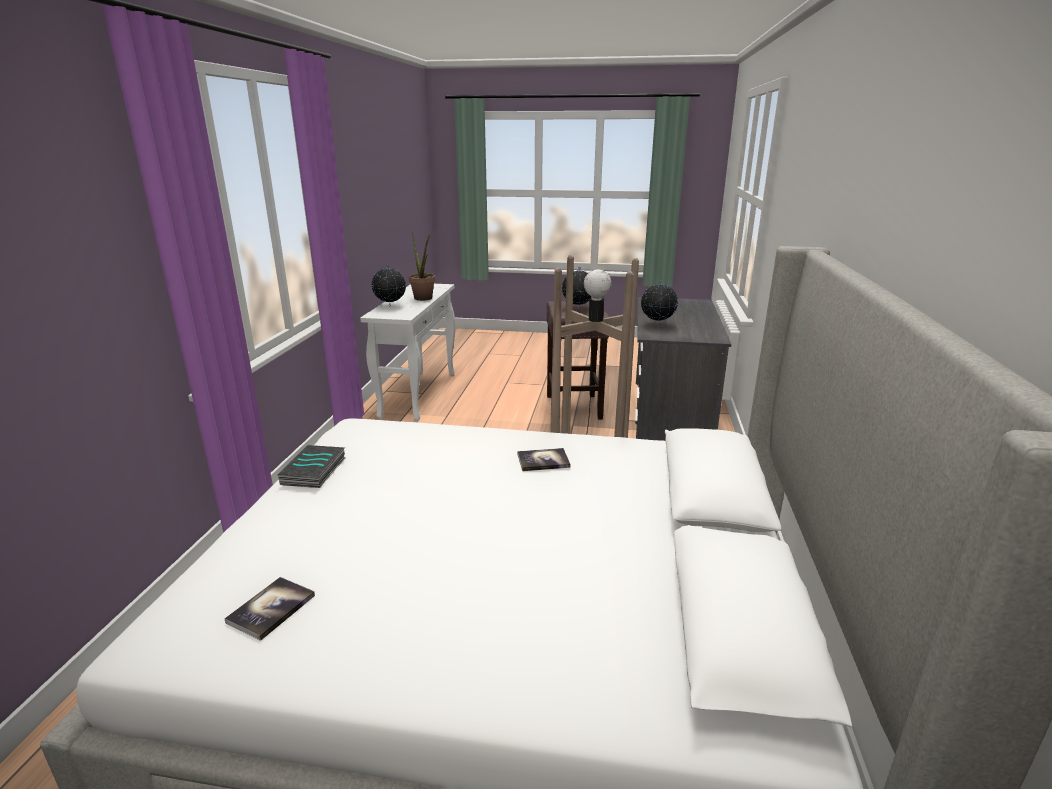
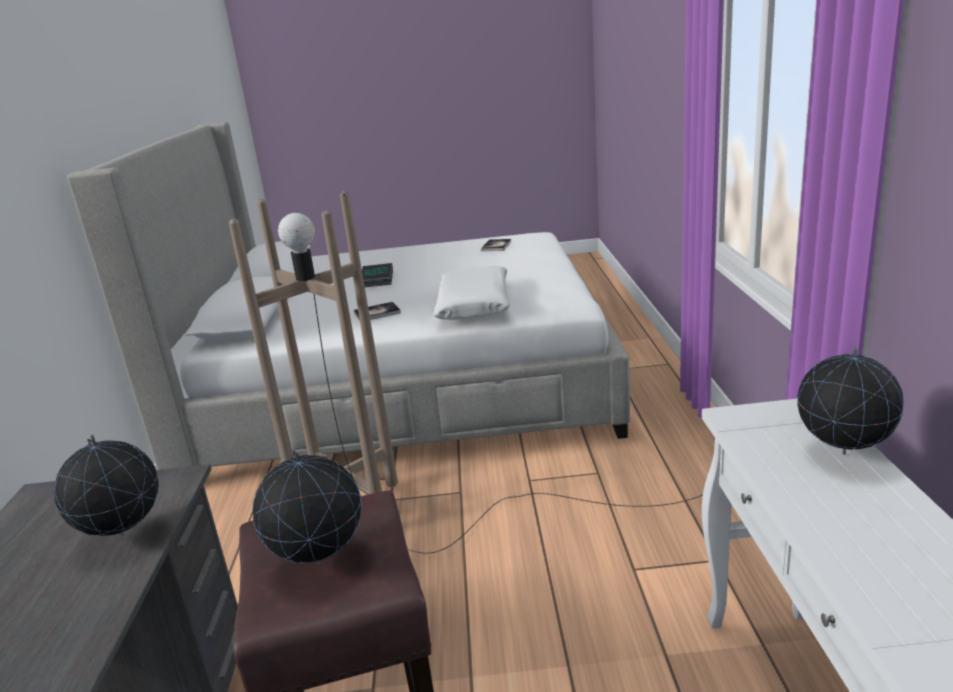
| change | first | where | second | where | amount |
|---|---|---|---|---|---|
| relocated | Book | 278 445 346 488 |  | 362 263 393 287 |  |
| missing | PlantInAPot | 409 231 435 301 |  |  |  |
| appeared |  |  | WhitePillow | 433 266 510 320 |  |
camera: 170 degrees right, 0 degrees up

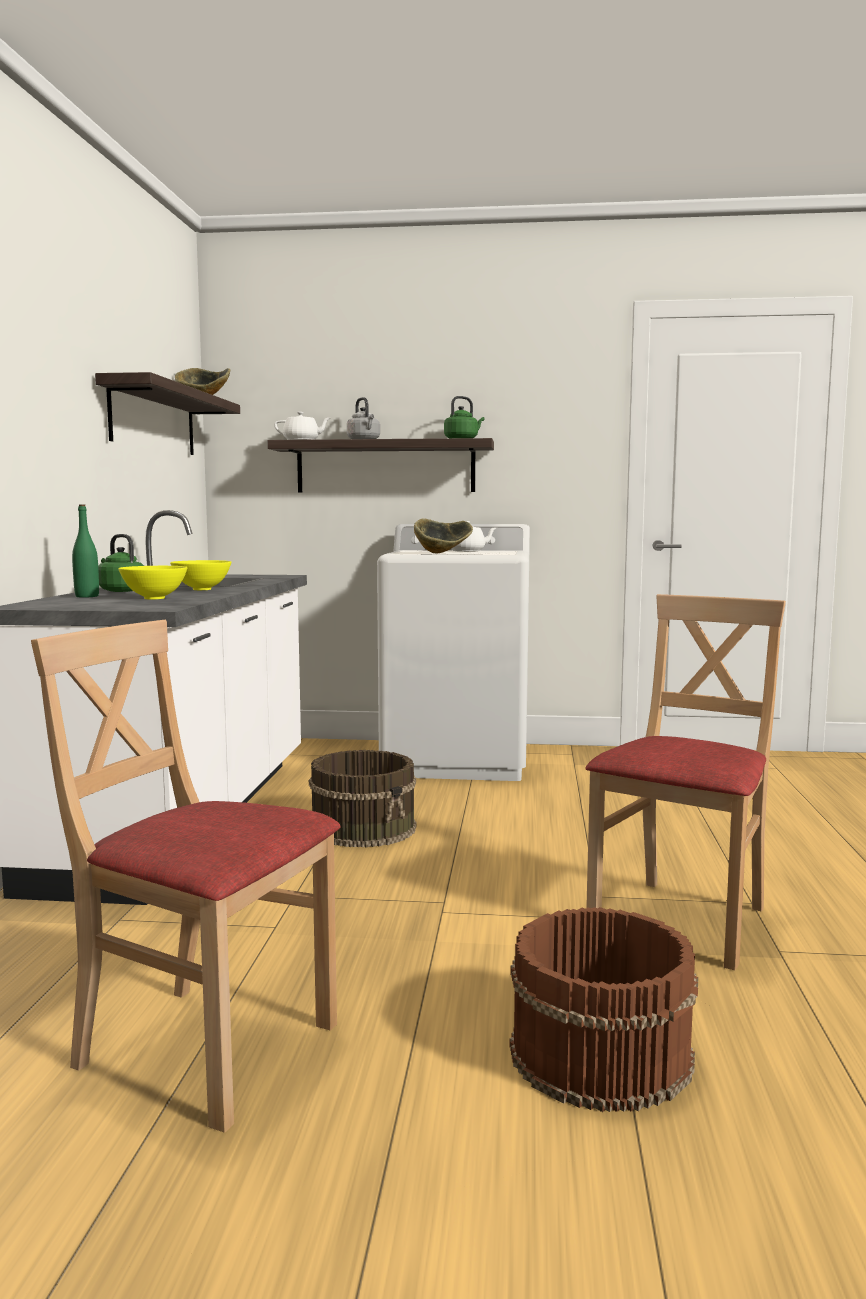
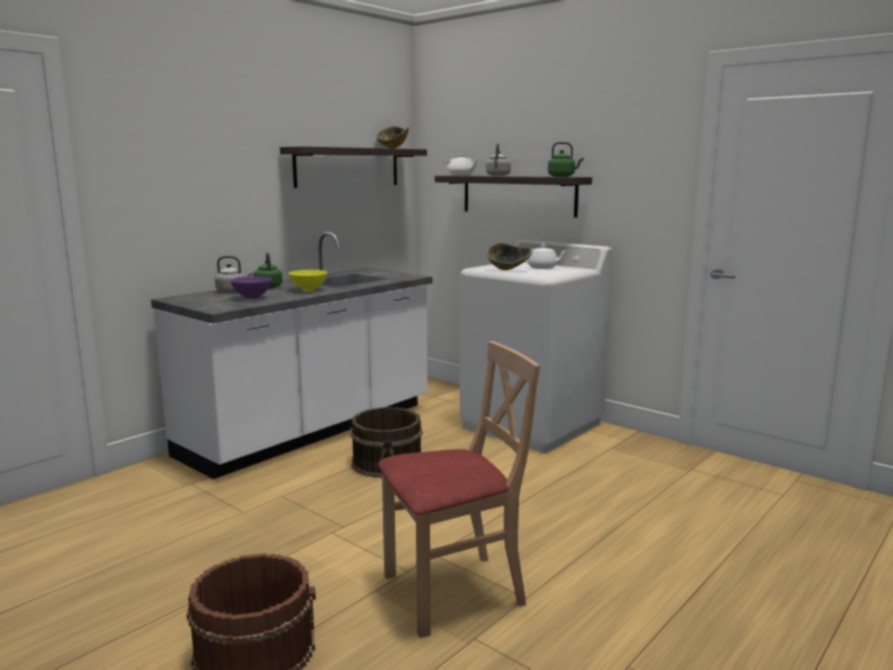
| change | first | where | second | where | amount |
|---|---|---|---|---|---|
| missing | BeigeColouredChair | 31 620 341 1133 |  |  |  |
| exchanged | GreenishBeverageBottle | 72 505 99 598 | GreyishKettle | 215 256 253 293 |  |
| colour | YellowBowl | 118 566 187 599 | PurpleColouredBowl | 230 276 272 299 |  |
camera: 35 degrees right, 5 degrees up

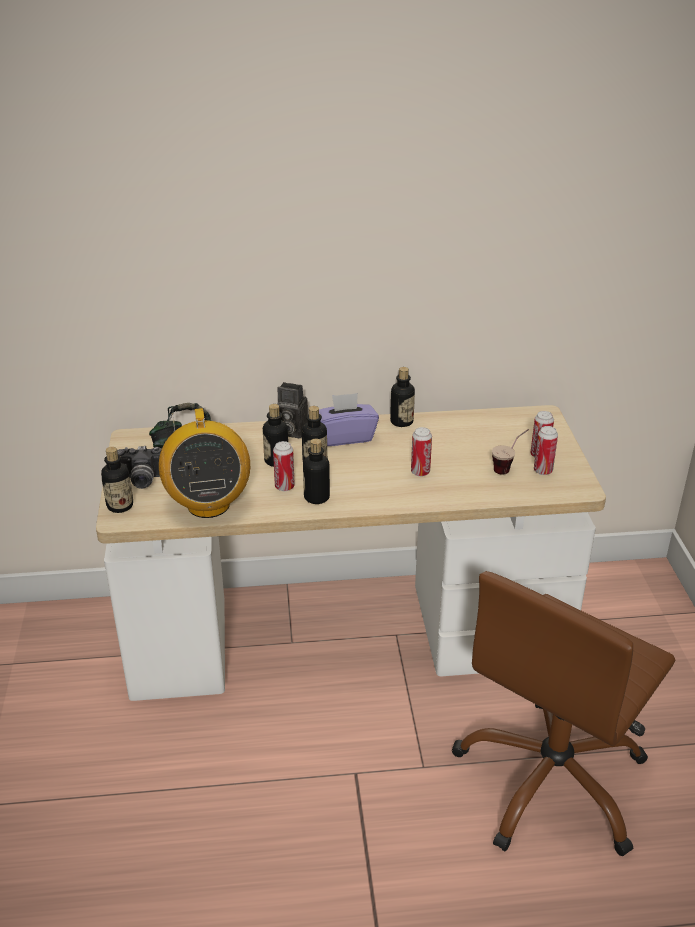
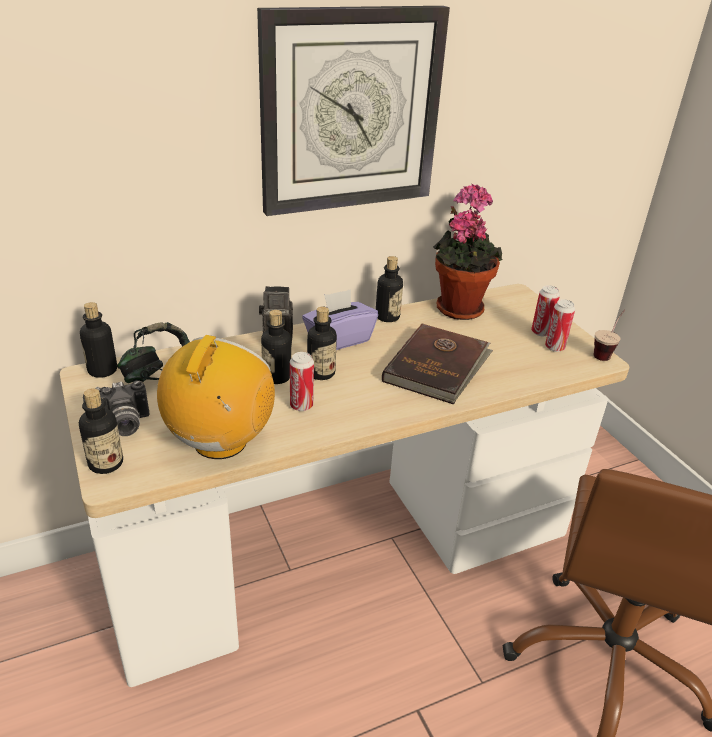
| change | first | where | second | where | amount |
|---|---|---|---|---|---|
| spun | RadioReceiver | 159 408 250 518 |  | 157 335 275 459 | 135 degrees counterclockwise |
| relocated | BeverageBottle | 303 439 330 504 |  | 80 302 117 378 |  |
| exchanged | Can | 411 427 432 477 | BrownishBook | 382 323 493 404 |  |
| relocated | Cup | 492 429 529 475 |  | 593 310 625 361 |  |
| appeared |  |  | ClockOnTheWall | 257 6 450 216 |  |
| appeared |  |  | PlantInAPot | 433 183 502 320 |  |
camera: 20 degrees left, 0 degrees up

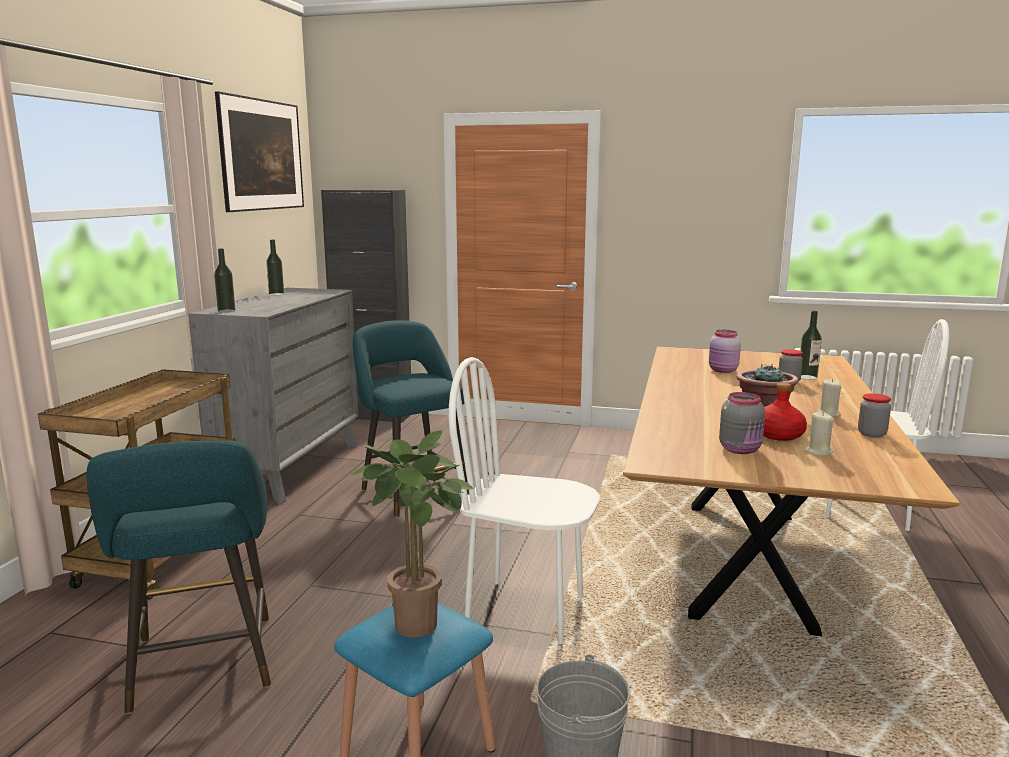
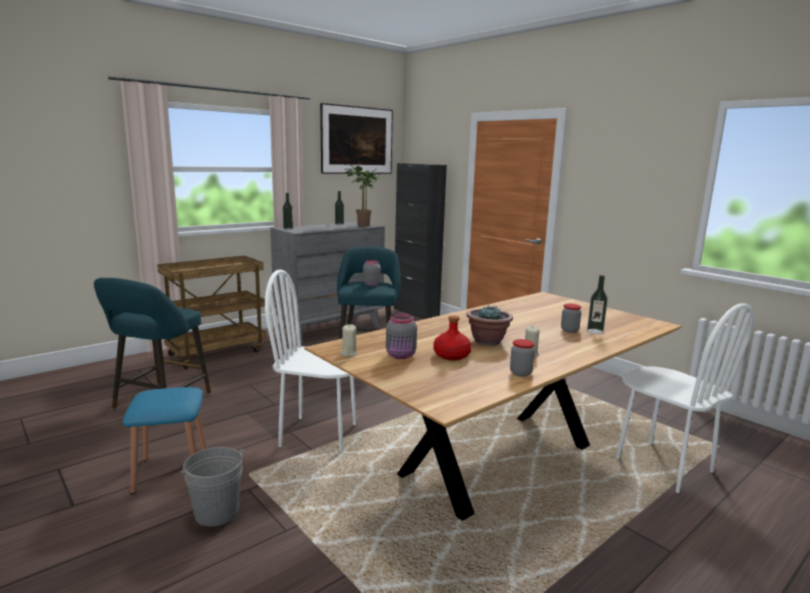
| change | first | where | second | where | amount |
|---|---|---|---|---|---|
| relocated | PlantInAPot | 350 431 474 638 |  | 344 163 379 227 |  |
| spun | WhiteChair | 449 357 600 644 |  | 265 270 356 452 | 45 degrees counterclockwise |
| missing | PinkishJar | 709 330 741 373 |  |  |  |
| relocated | BeigeColouredWaxCandle | 804 412 834 456 |  | 340 324 358 357 |  |
| appeared |  |  | GreyishJar | 363 260 381 286 |  |
camera: 35 degrees right, 0 degrees up

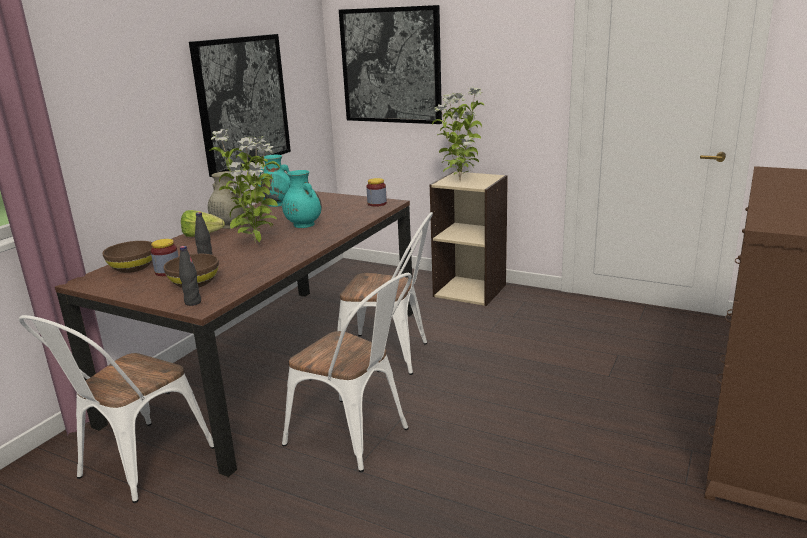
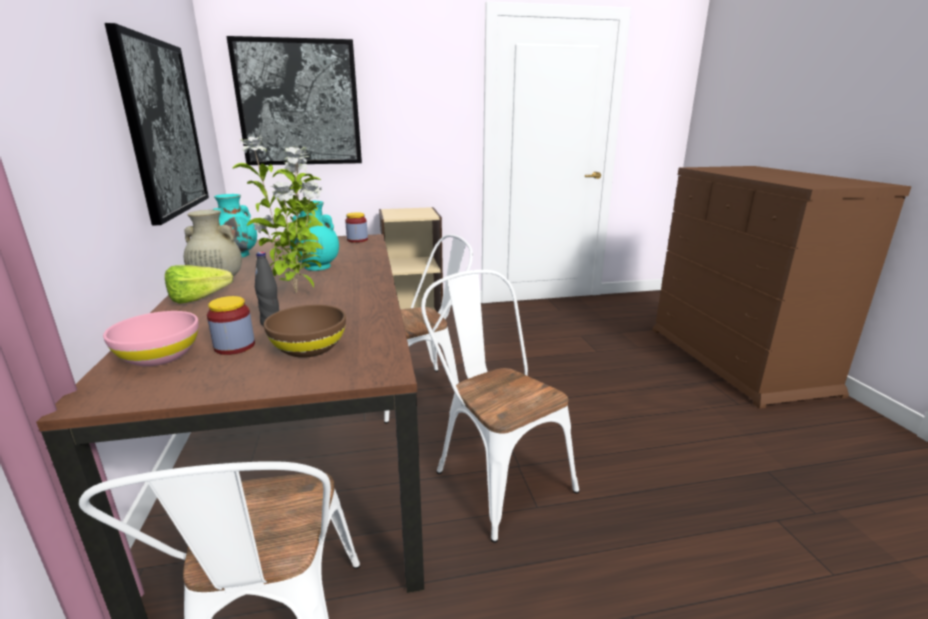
| change | first | where | second | where | amount |
|---|---|---|---|---|---|
| colour | BrownishBowl | 102 241 152 273 | PinkishBowl | 103 311 199 366 |  |
| missing | BlackBeverageBottle | 179 246 201 306 |  |  |  |
| spun | WhiteChair | 282 273 412 472 |  | 421 270 579 543 | 120 degrees counterclockwise |
| missing | PlantInAPot | 432 87 484 181 |  |  |  |
camera: 40 degrees left, 0 degrees up

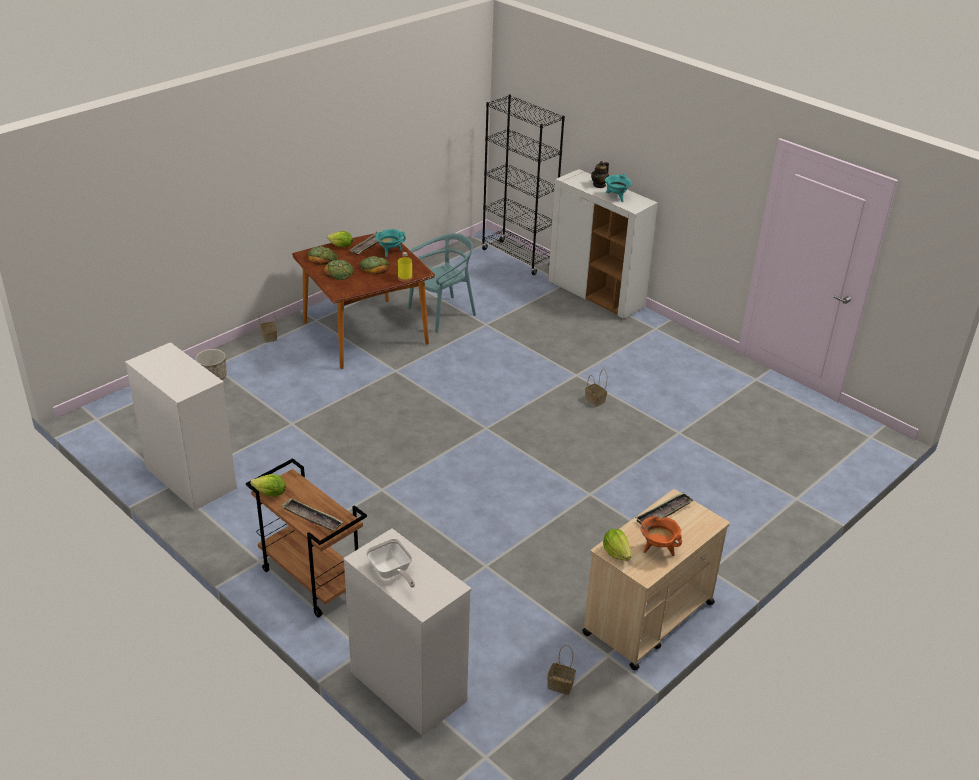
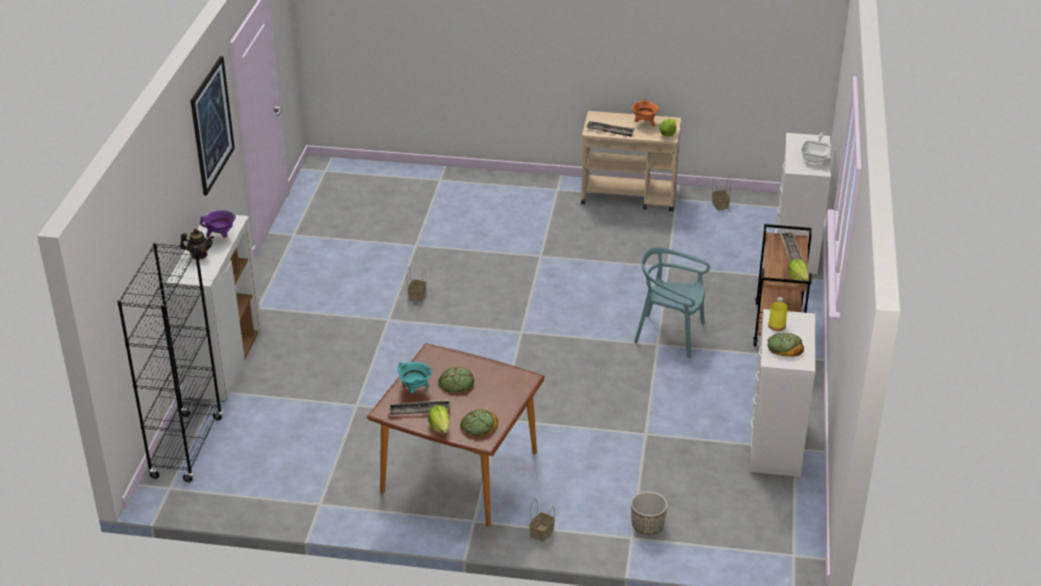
| change | first | where | second | where | amount |
|---|---|---|---|---|---|
| relocated | BakedBread | 323 260 354 280 |  | 767 333 804 357 |  |
| relocated | YellowBeverageBottle | 398 252 413 282 |  | 768 297 788 331 |  |
| relocated | BlueGreenChair | 408 233 476 333 |  | 634 247 710 358 |  |
| colour | BlueGreenCookingPot | 605 173 632 202 | PurpleColouredCookingPot | 200 210 236 238 |  |
| appeared |  |  | WallPicture | 190 56 235 196 |  |
camera: 125 degrees left, 0 degrees up

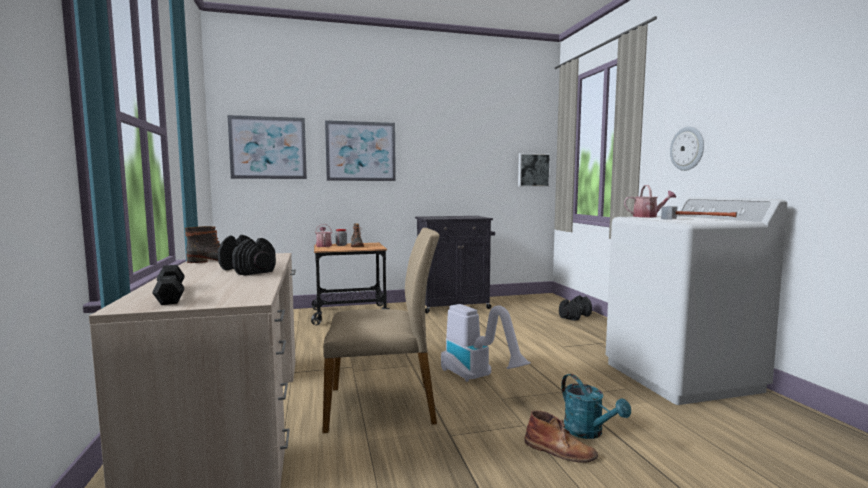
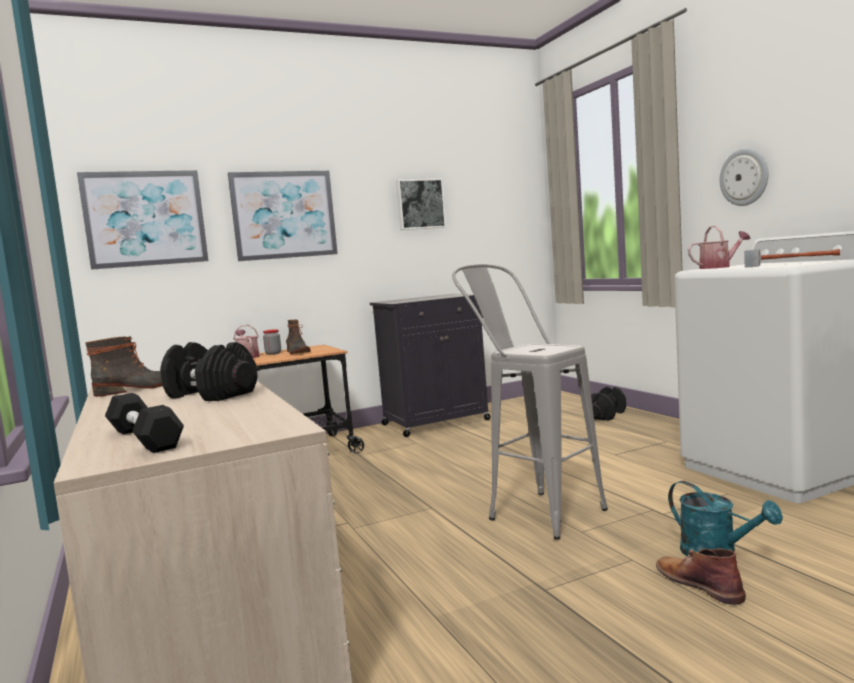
| change | first | where | second | where | amount |
|---|---|---|---|---|---|
| missing | BeigeColouredChair | 322 228 440 433 |  |  |  |
| exchanged | Hoover | 441 304 531 382 | GreyishStool | 452 264 608 540 |  |
| relocated | WallPicture | 518 153 551 187 |  | 396 178 446 230 |  |
| spun | BrownishBoot | 524 410 598 463 |  | 656 548 746 605 | 135 degrees counterclockwise |
camera: 10 degrees left, 0 degrees up

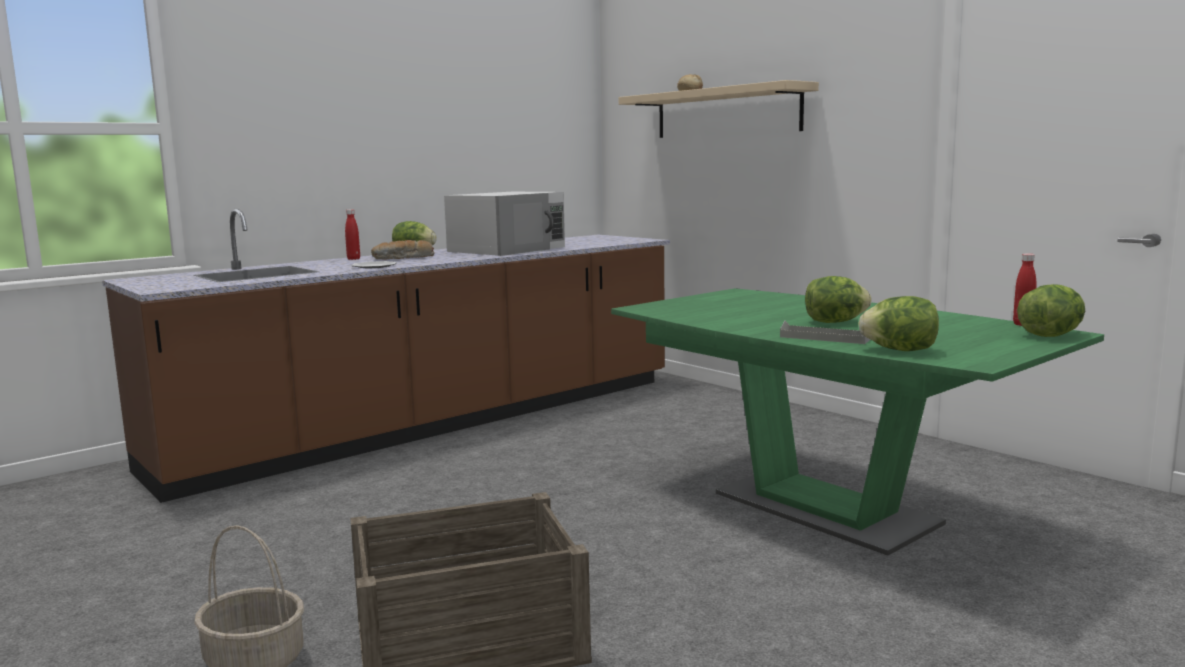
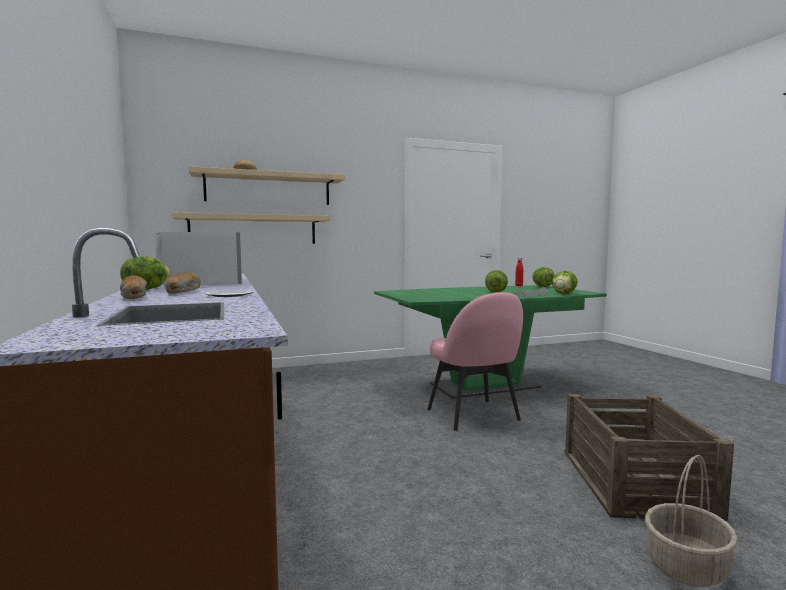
| change | first | where | second | where | amount |
|---|---|---|---|---|---|
| exchanged | ReddishBeverageBottle | 345 209 360 260 | BakedBread | 120 275 147 299 |  |
| appeared |  |  | BeigeColouredBracketShelf | 172 212 330 244 |  |
| appeared |  |  | PinkishChair | 427 292 523 431 |  |
camera: 70 degrees left, 5 degrees down

